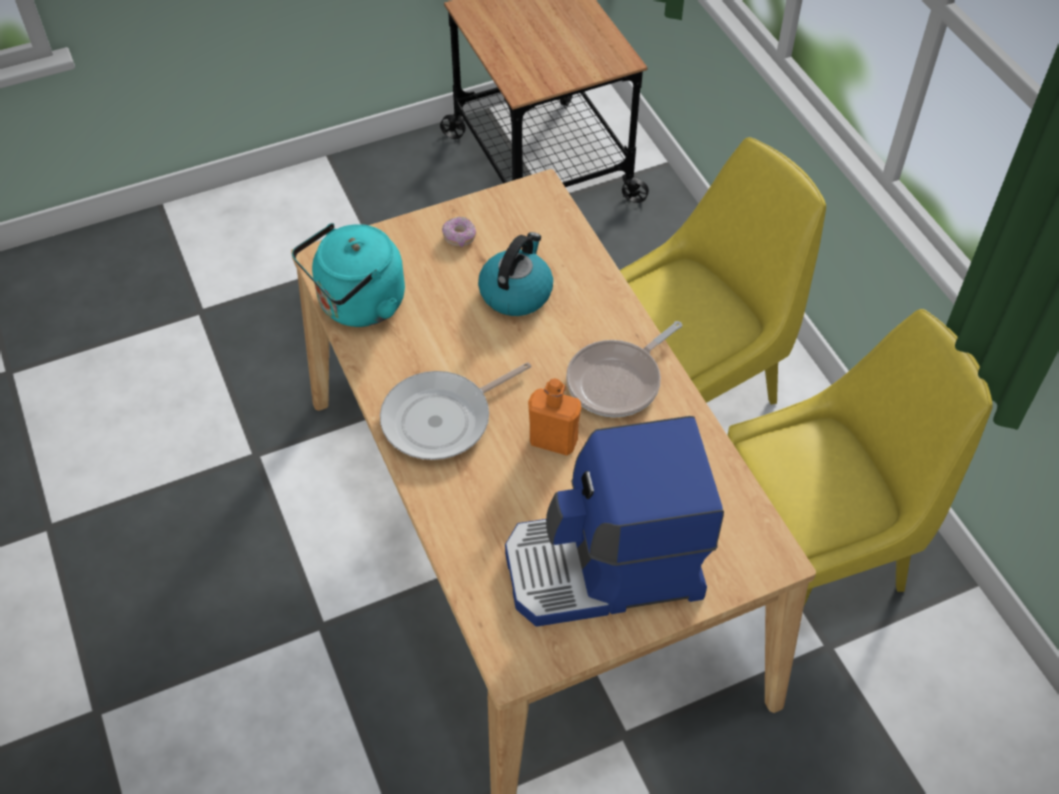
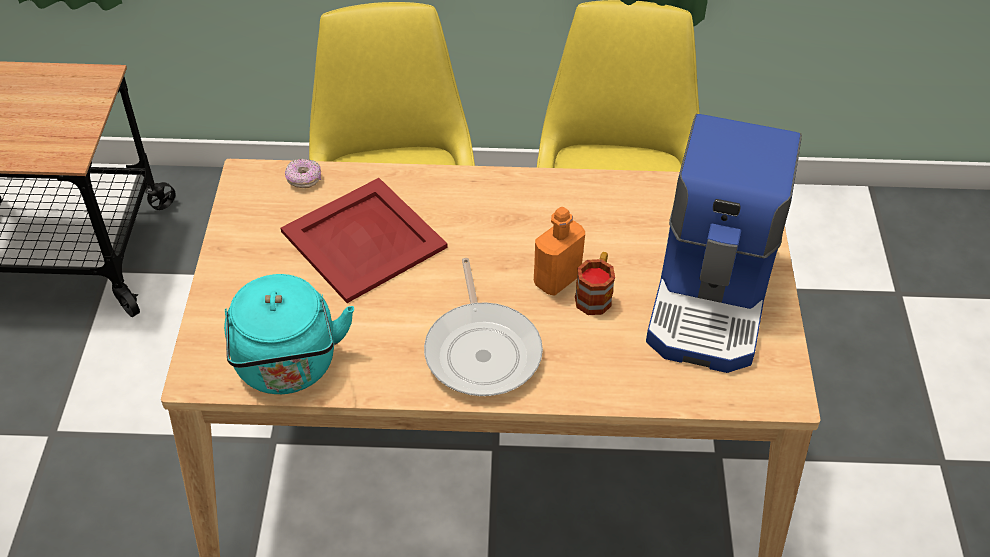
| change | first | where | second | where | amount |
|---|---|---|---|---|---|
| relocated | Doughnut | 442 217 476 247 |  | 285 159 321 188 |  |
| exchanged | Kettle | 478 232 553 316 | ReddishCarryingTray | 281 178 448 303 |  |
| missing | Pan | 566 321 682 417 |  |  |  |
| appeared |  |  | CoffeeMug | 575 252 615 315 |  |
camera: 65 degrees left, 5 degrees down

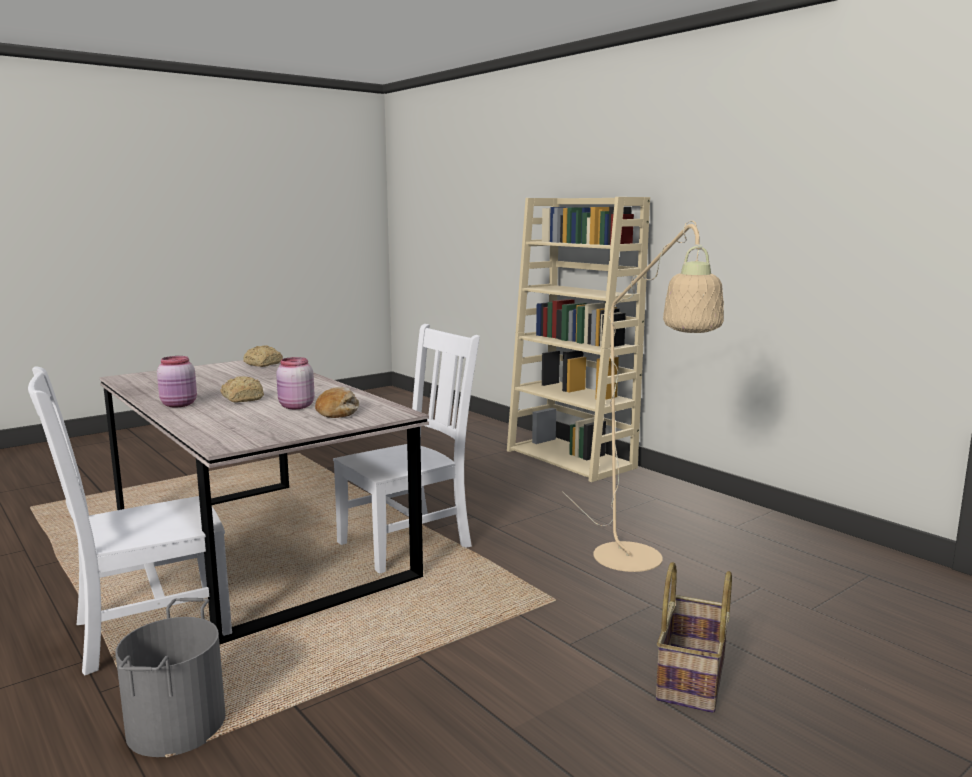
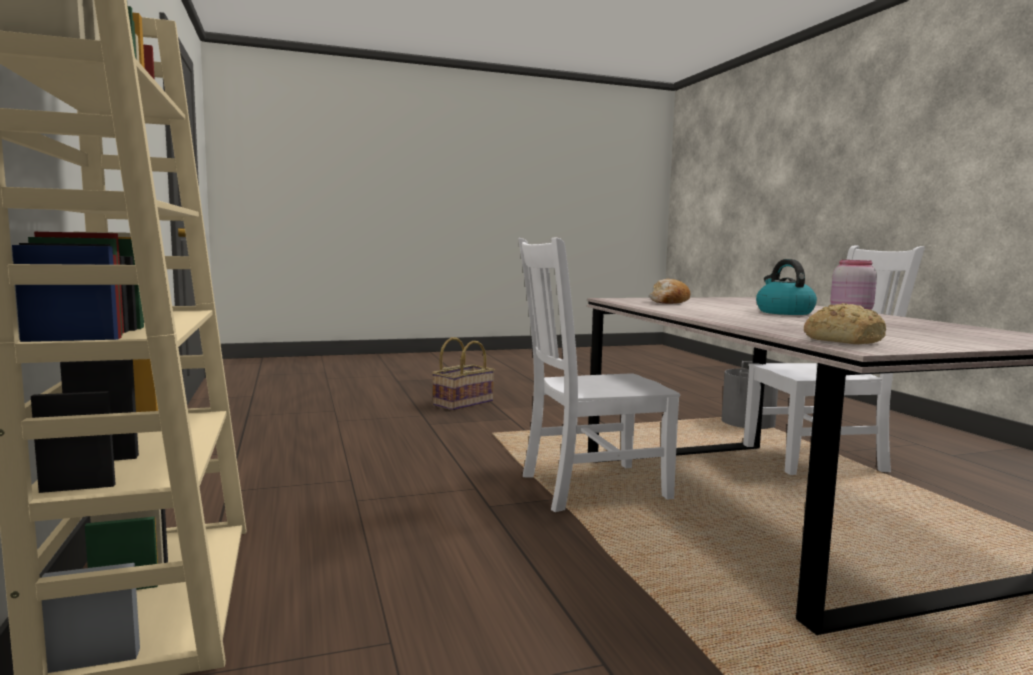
| change | first | where | second | where | amount |
|---|---|---|---|---|---|
| exchanged | BakedBread | 220 376 264 403 | Kettle | 756 259 817 315 |  |
| missing | PinkishJar | 276 357 315 409 |  |  |  |
| missing | BeigeColouredStandardLamp | 562 220 724 572 |  |  |  |
camera: 160 degrees left, 5 degrees down

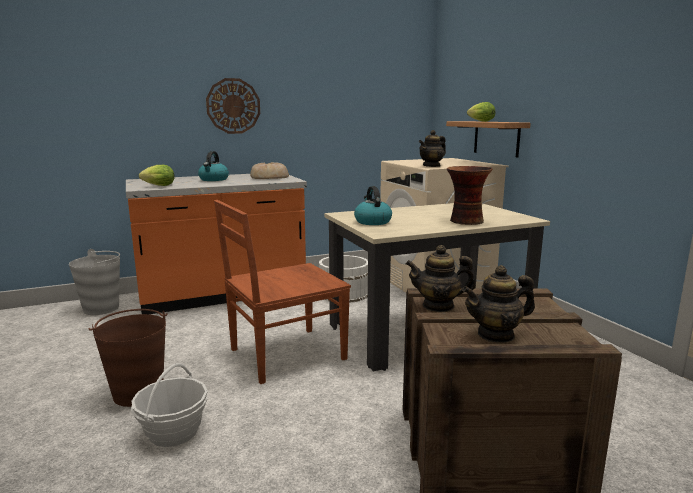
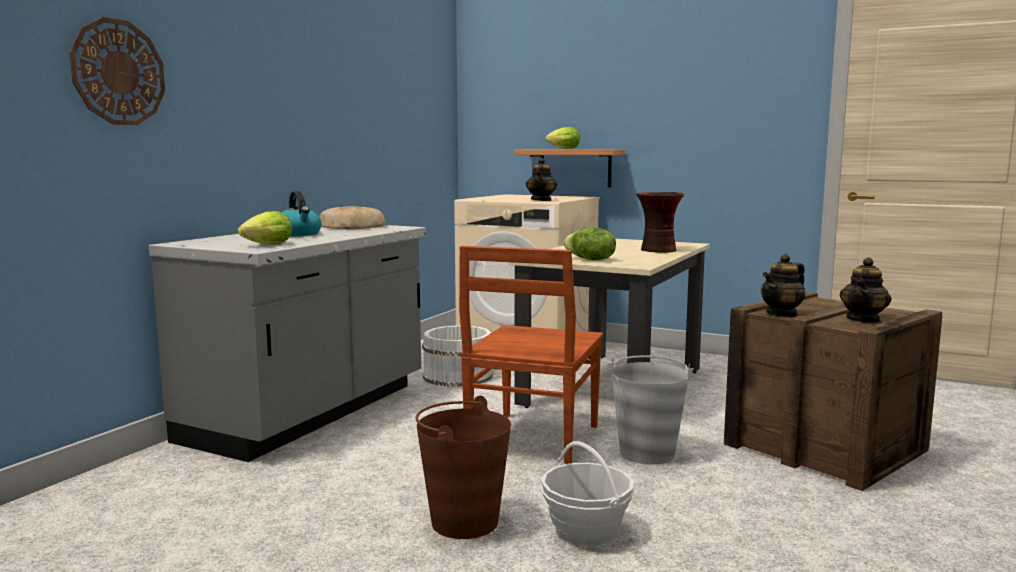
| change | first | where | second | where | amount |
|---|---|---|---|---|---|
| relocated | GreyishWaterBucket | 69 249 120 315 |  | 609 355 694 464 |  |
| colour | OrangeColouredCounter | 126 174 307 314 | GreyishCounter | 149 225 426 462 |  |
| relocated | ClockOnTheWall | 206 78 260 134 |  | 69 17 165 125 |  |
| exchanged | Kettle | 354 186 392 225 | HeadOfLettuce | 564 227 616 260 |  |
camera: 40 degrees left, 5 degrees down

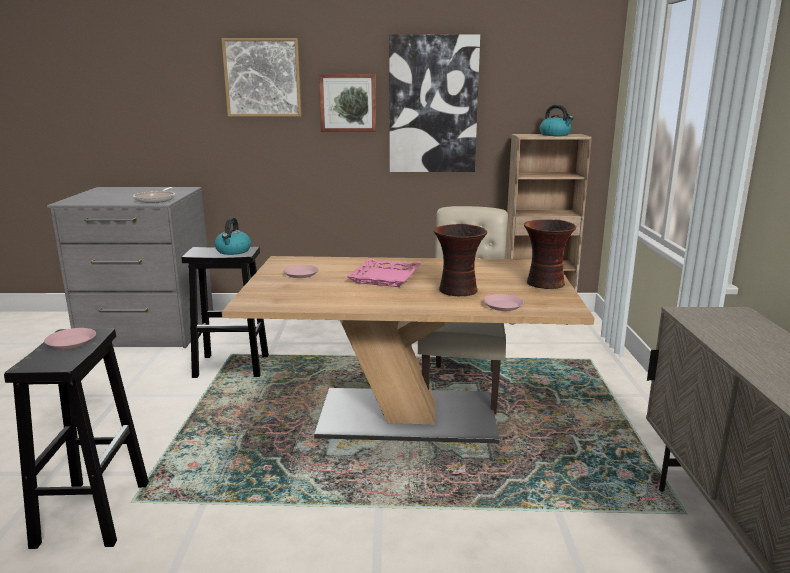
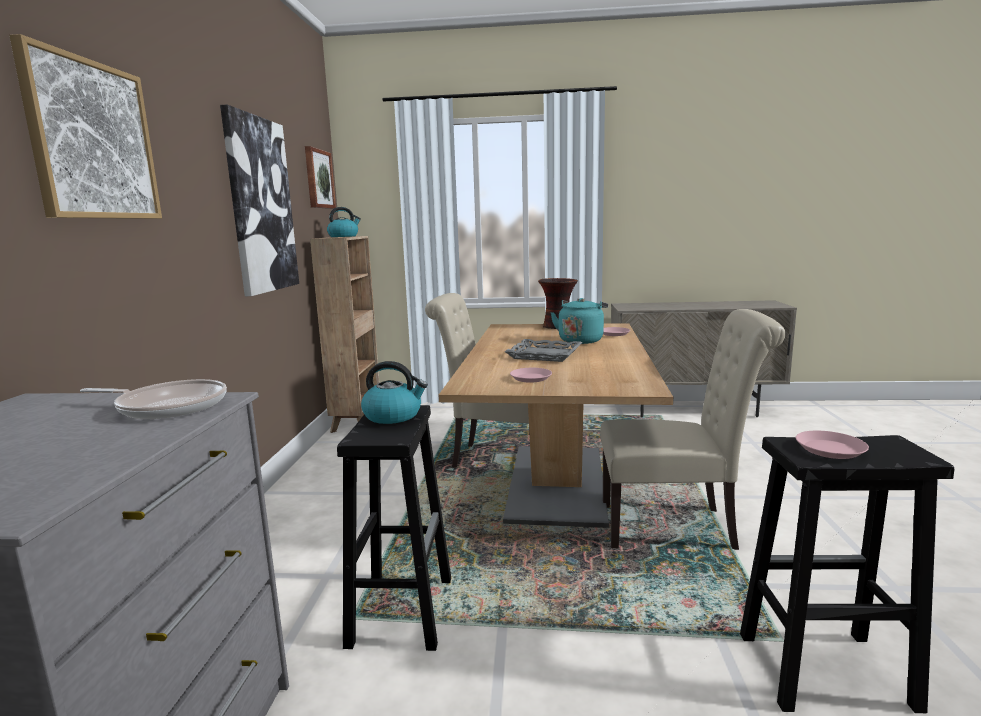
| change | first | where | second | where | amount |
|---|---|---|---|---|---|
| relocated | WallPicture | 319 74 376 132 |  | 305 146 336 209 |  |
| colour | PinkishCarryingTray | 346 259 421 287 | GreyishCarryingTray | 505 339 582 362 |  |
| exchanged | DecorativeVase | 434 224 487 296 | BlueGreenKettle | 550 298 608 344 |  |
| appeared |  |  | BeigeColouredChair | 600 309 786 550 |  |
camera: 85 degrees left, 5 degrees down

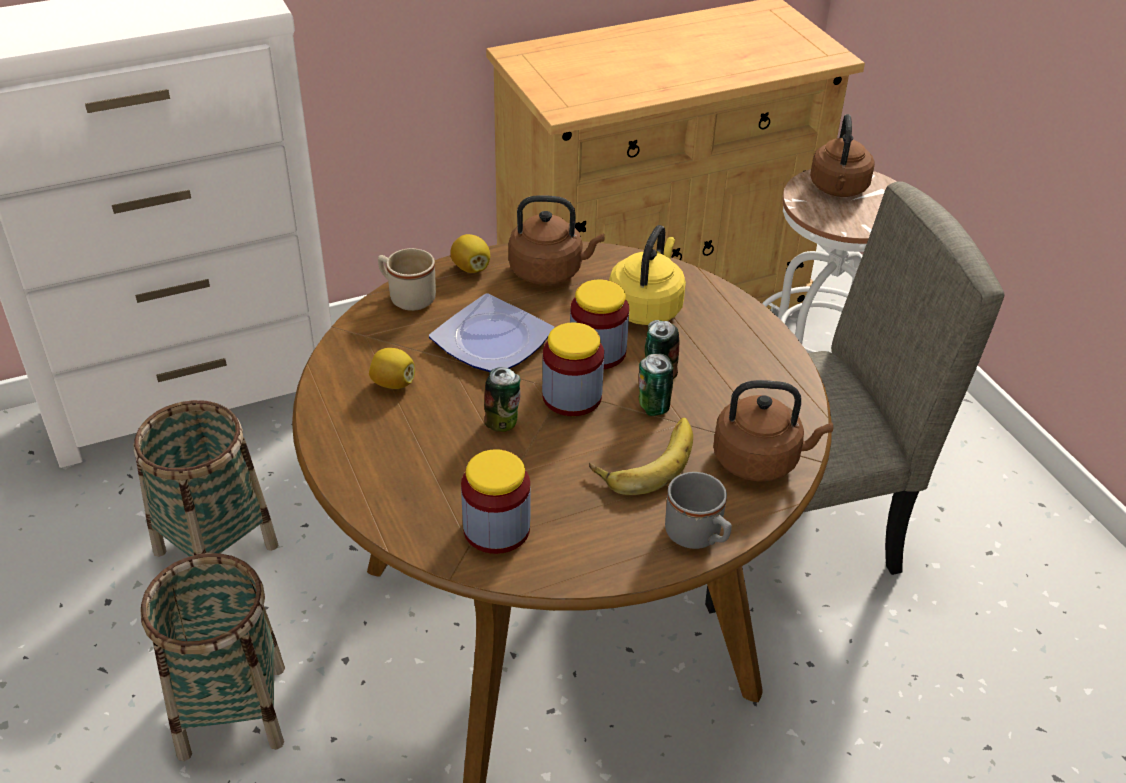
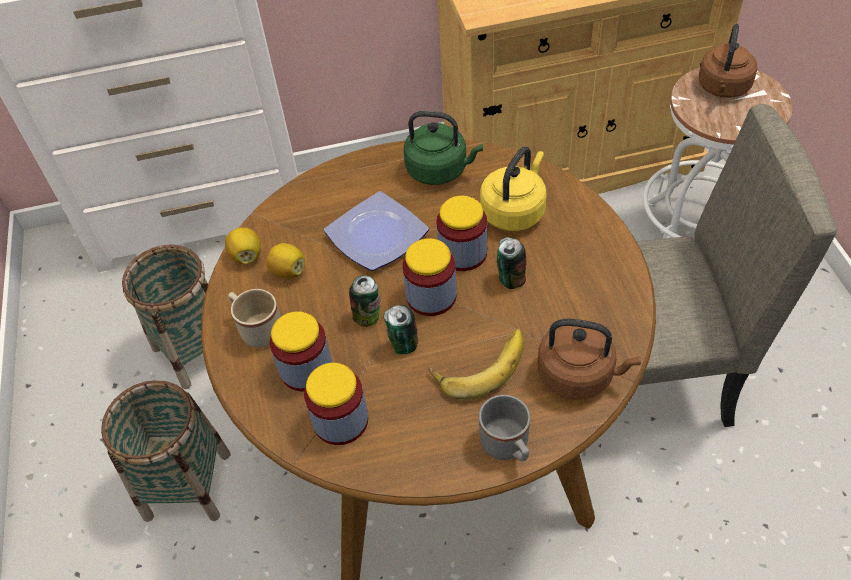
| change | first | where | second | where | amount |
|---|---|---|---|---|---|
| relocated | BeigeColouredCoffeeMug | 378 248 436 311 |  | 228 289 281 348 |  |
| relocated | Lemon | 450 234 490 273 |  | 225 228 261 264 |  |
| colour | BrownishKettle | 509 195 604 285 | GreenishKettle | 404 111 483 185 |  |
| relocated | Can | 639 354 673 416 |  | 383 305 418 354 |  |
| appeared |  |  | Jar | 270 311 332 392 |  |
camera: 15 degrees right, 10 degrees up

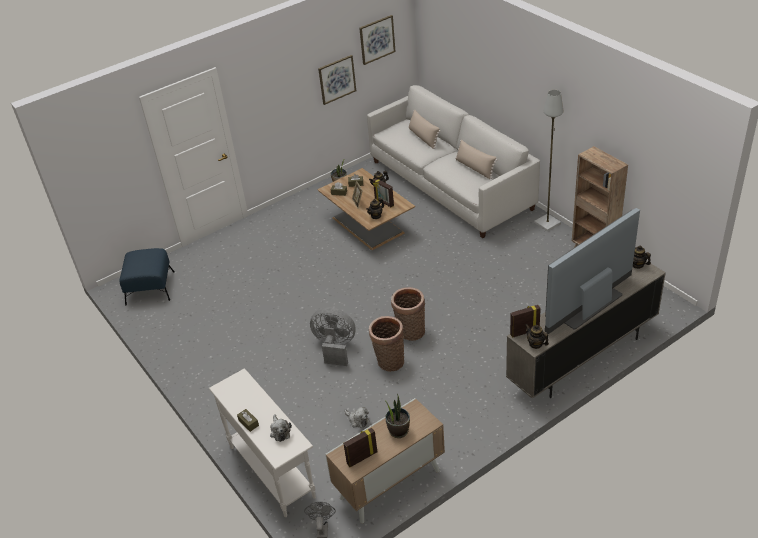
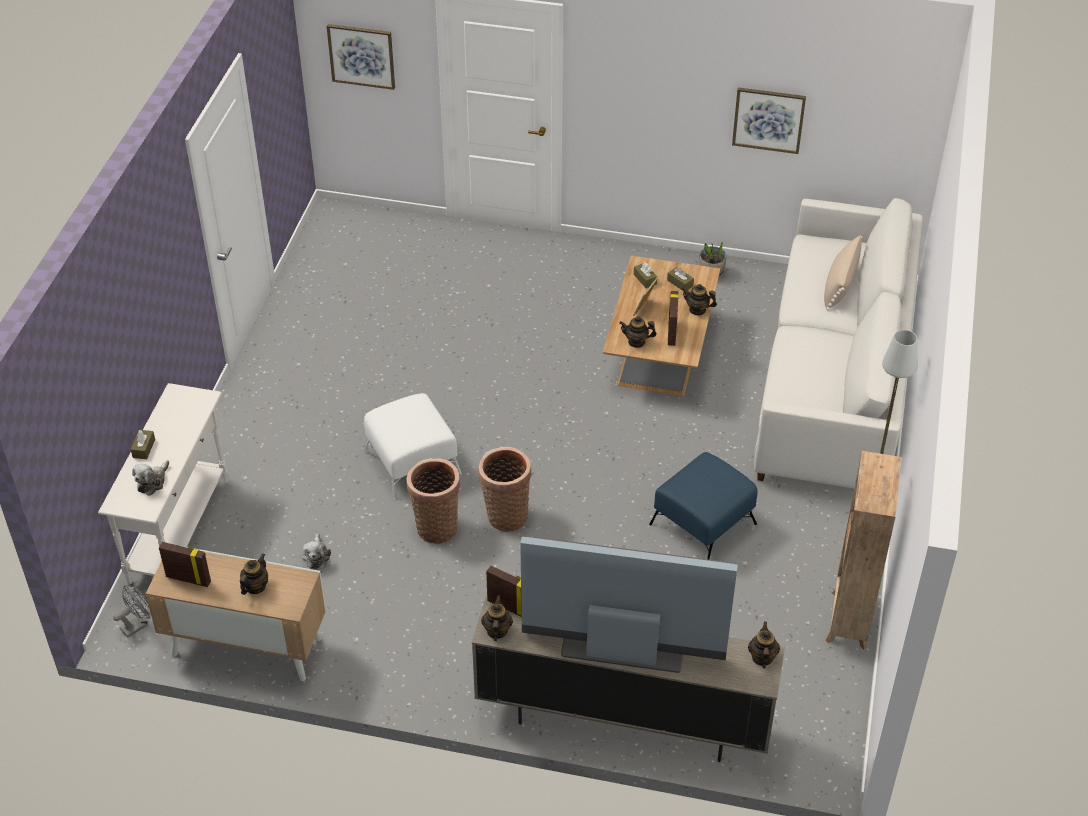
| change | first | where | second | where | amount |
|---|---|---|---|---|---|
| relocated | BluishPouffe | 119 248 175 305 |  | 649 452 758 559 |  |
| exchanged | GreyishElectricFan | 310 307 355 366 | WhitePouffe | 364 393 462 500 |  |
| relocated | WallPicture | 359 15 395 65 |  | 326 24 395 90 |  |
| exchanged | PlantInAPot | 384 393 410 438 | TeaPot | 240 553 268 595 |  |
| missing | BeigeColouredPillow | 455 140 498 179 |  |  |  |
camera: 45 degrees right, 5 degrees up

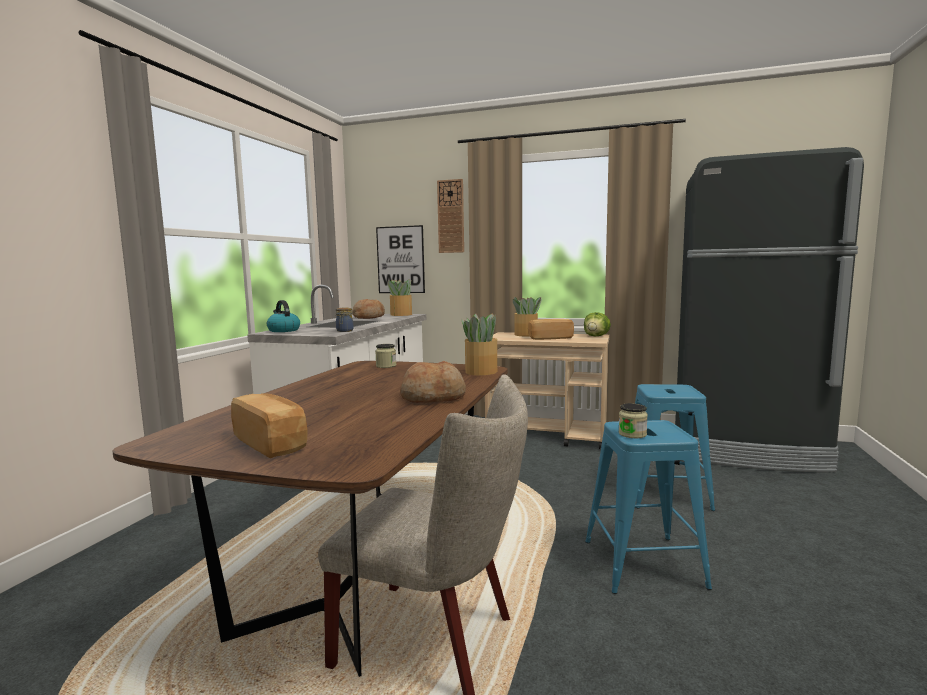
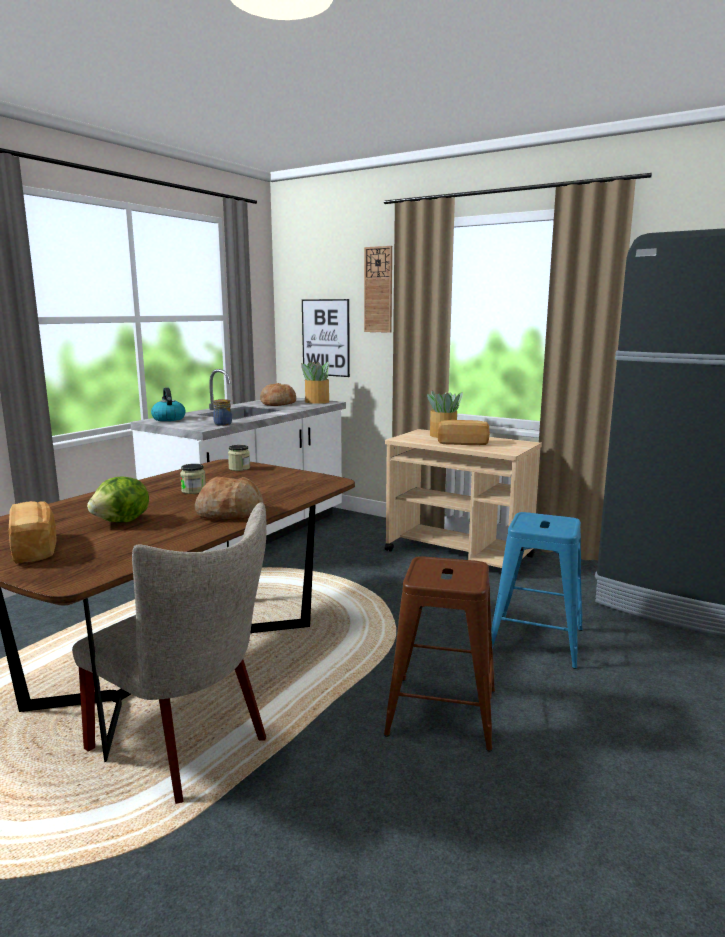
| change | first | where | second | where | amount |
|---|---|---|---|---|---|
| missing | PlantInAPot | 461 314 497 375 |  |  |  |
| relocated | HeadOfLettuce | 584 312 611 336 |  | 87 476 149 523 |  |
| colour | BluishStool | 585 420 712 594 | BrownishStool | 384 556 495 751 |  |
| relocated | Jar | 618 403 648 438 |  | 180 464 206 494 |  |
camera: 15 degrees right, 5 degrees up

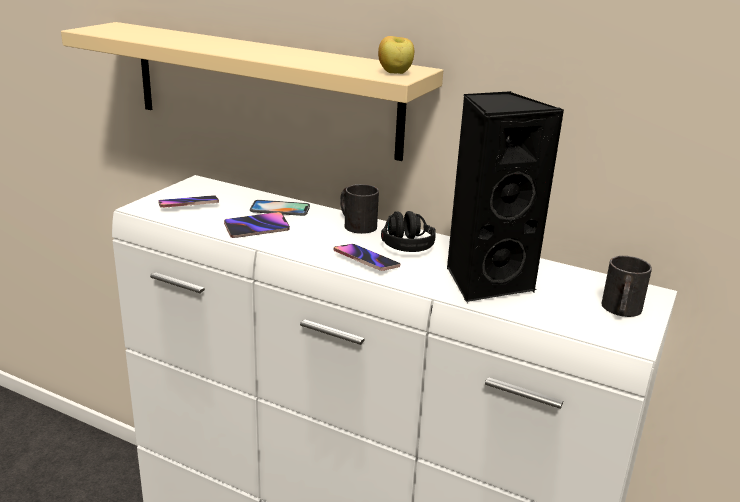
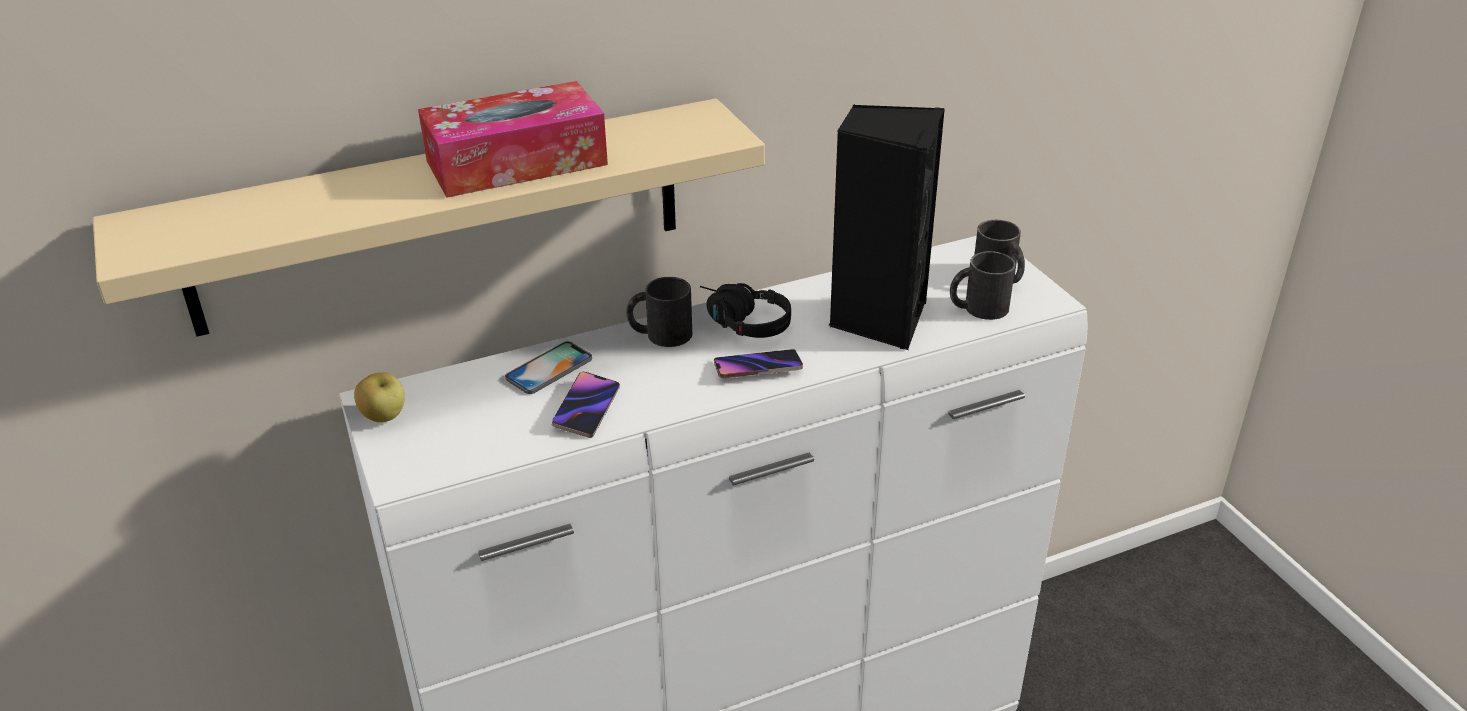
| change | first | where | second | where | amount |
|---|---|---|---|---|---|
| missing | Handset | 158 195 219 208 |  |  |  |
| relocated | AppleFruit | 378 36 414 74 |  | 354 372 405 422 |  |
| appeared |  |  | TissueBox | 418 81 608 198 |  |
| appeared |  |  | BlackCoffeeMug | 950 251 1015 320 |  |
camera: 50 degrees left, 10 degrees up

